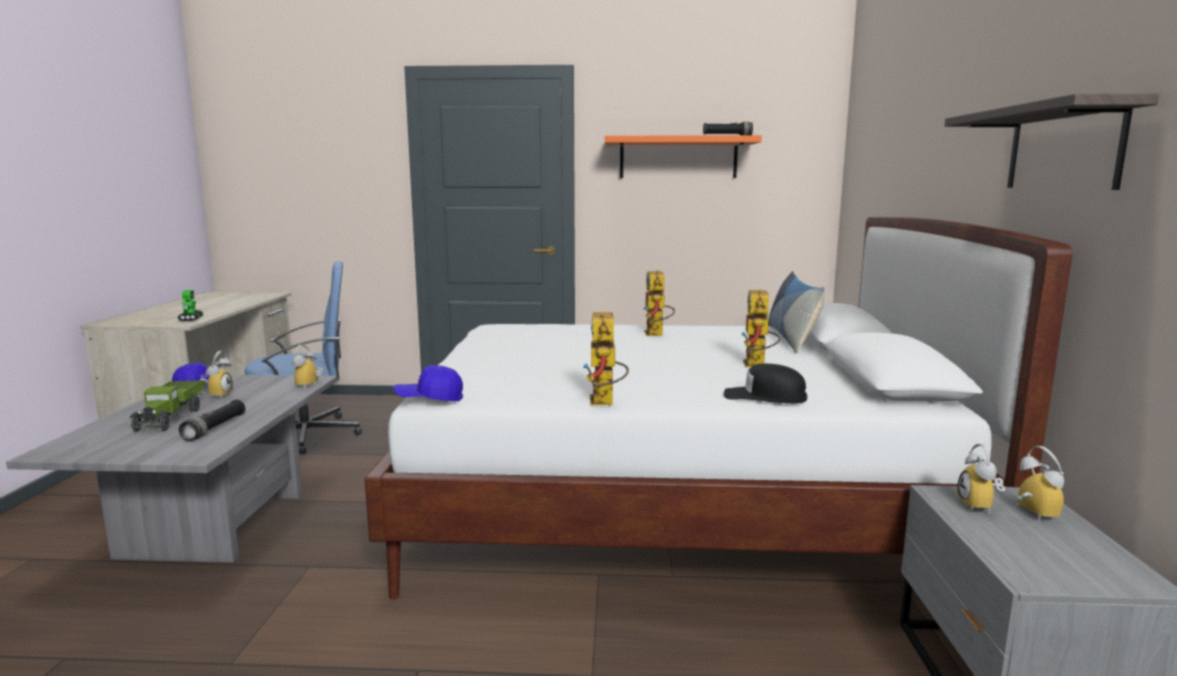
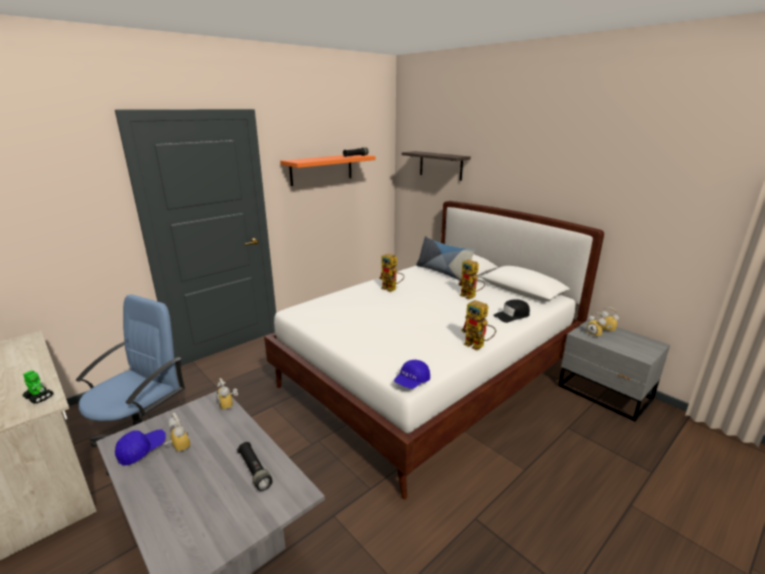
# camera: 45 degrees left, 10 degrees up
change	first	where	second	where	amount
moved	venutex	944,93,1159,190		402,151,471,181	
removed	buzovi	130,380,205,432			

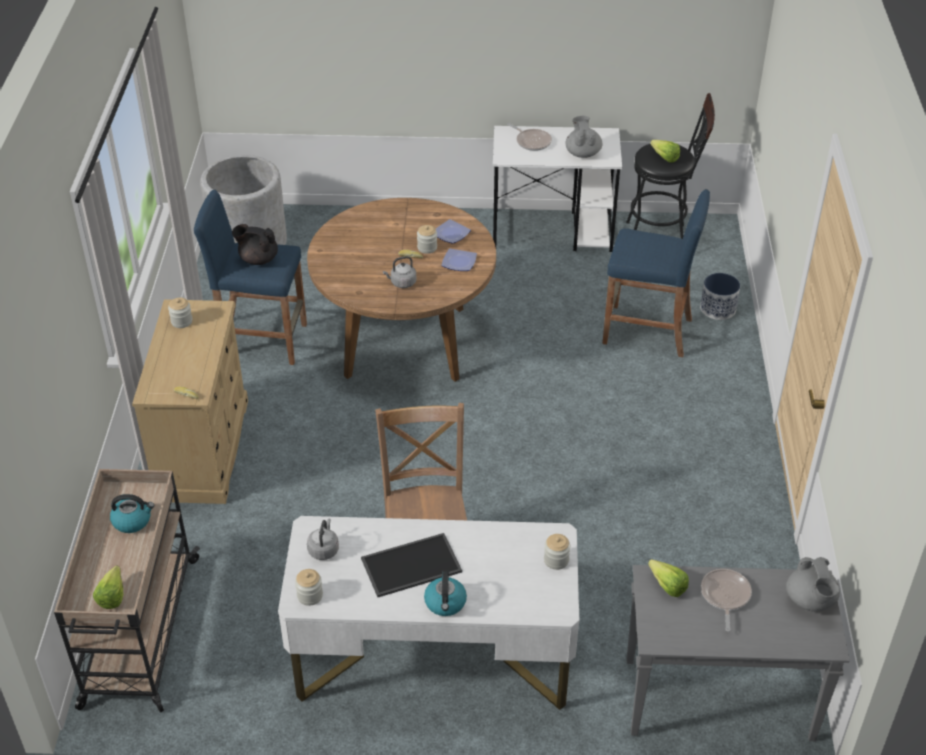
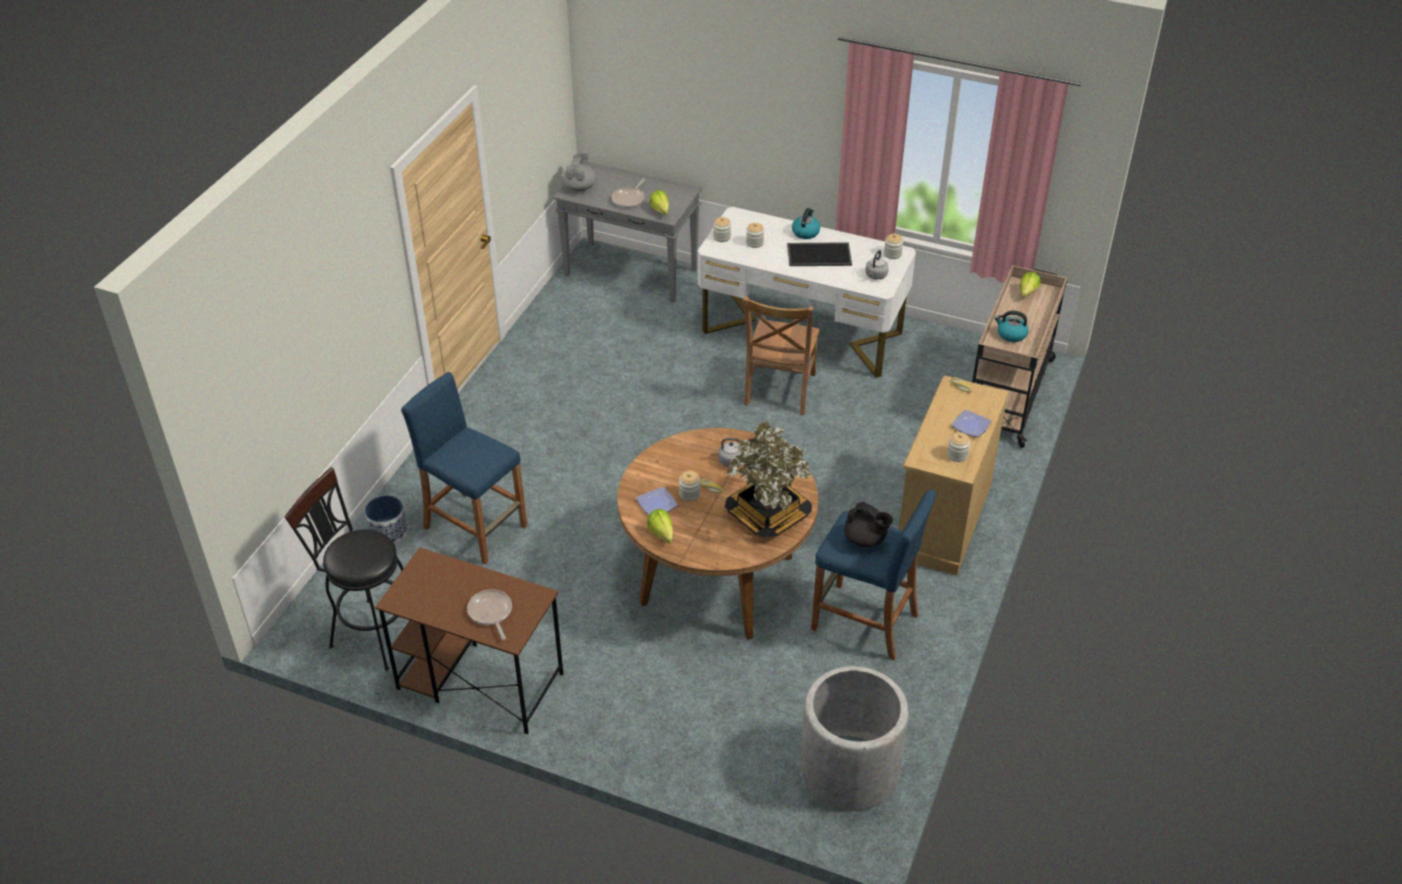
# camera: 160 degrees left, 0 degrees up
change	first	where	second	where	amount
removed	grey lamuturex	566,116,603,158			
recoloured	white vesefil	493,126,622,252	brown vesefil	375,547,564,734	
moved	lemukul	650,140,680,163		647,509,673,543	
moved	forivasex	441,248,477,271		952,409,991,437	
added			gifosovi	746,223,764,248	
added			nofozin	725,420,812,537	

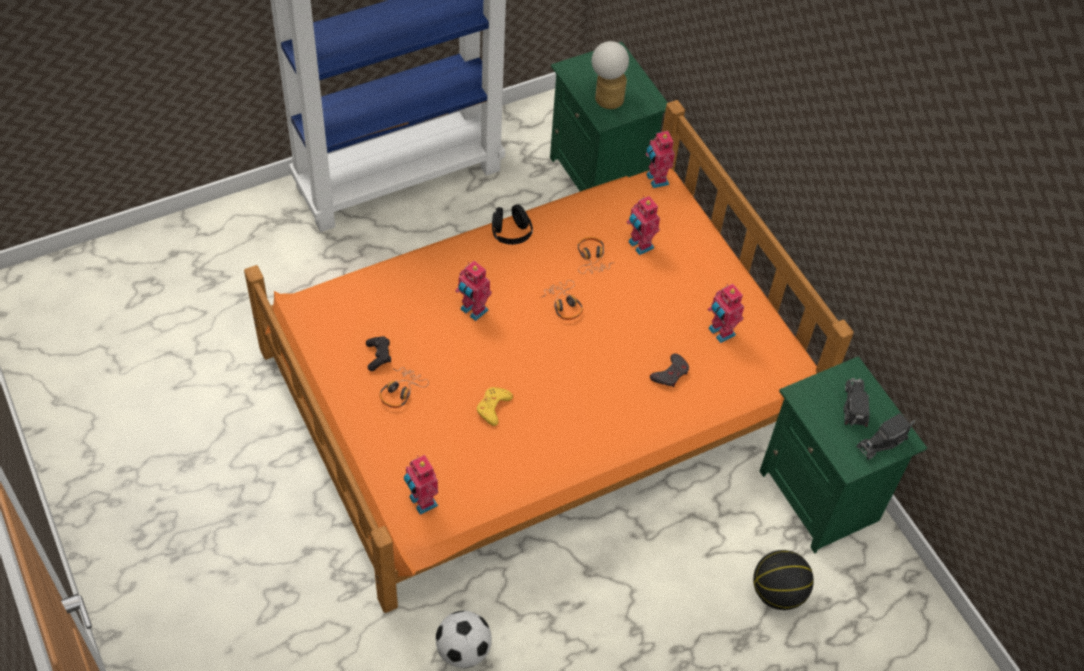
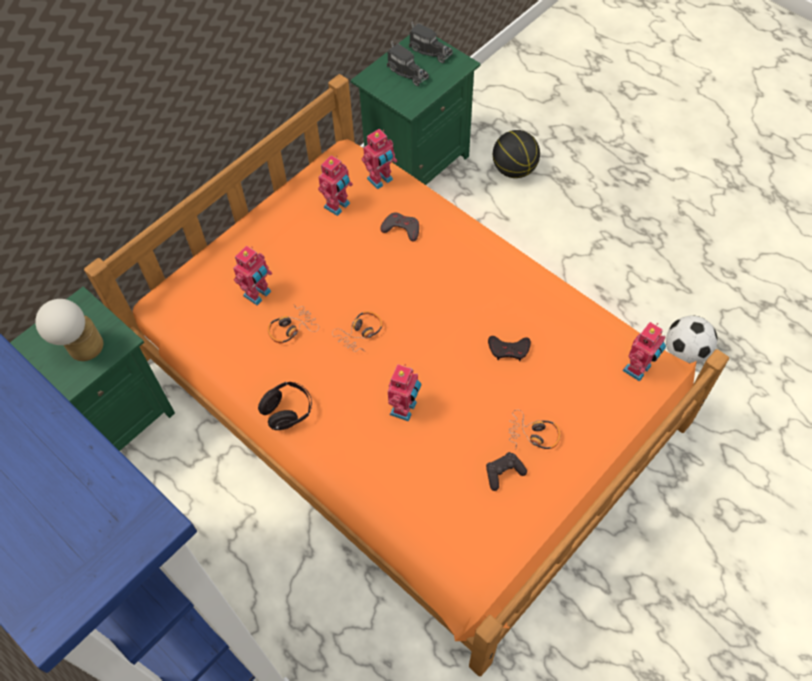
# camera: 105 degrees left, 5 degrees up
change	first	where	second	where	amount
moved	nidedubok	646,129,675,188		362,129,397,190	
turned	buzovi	844,378,870,427		387,41,429,86	120 degrees counterclockwise
recoloured	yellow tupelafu	477,387,513,426	black tupelafu	488,336,531,361	

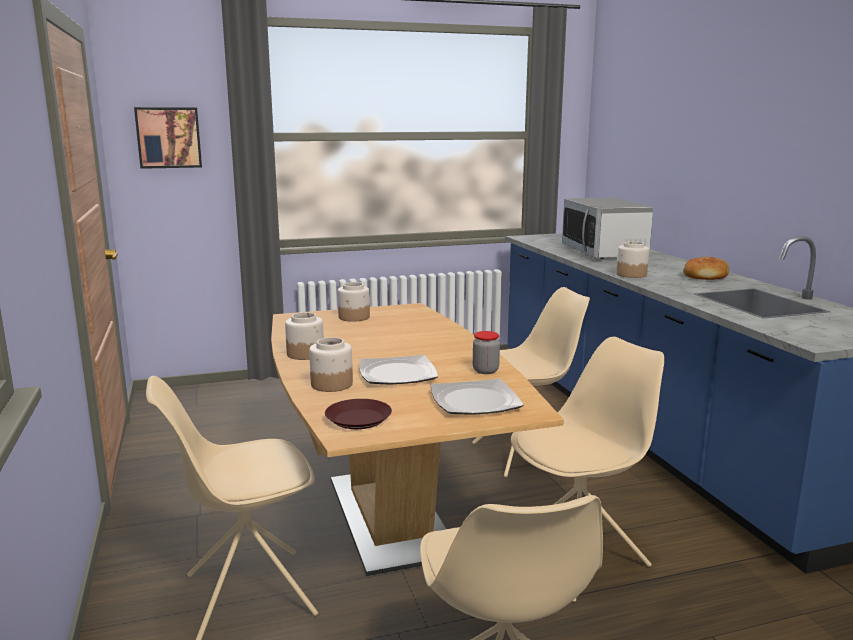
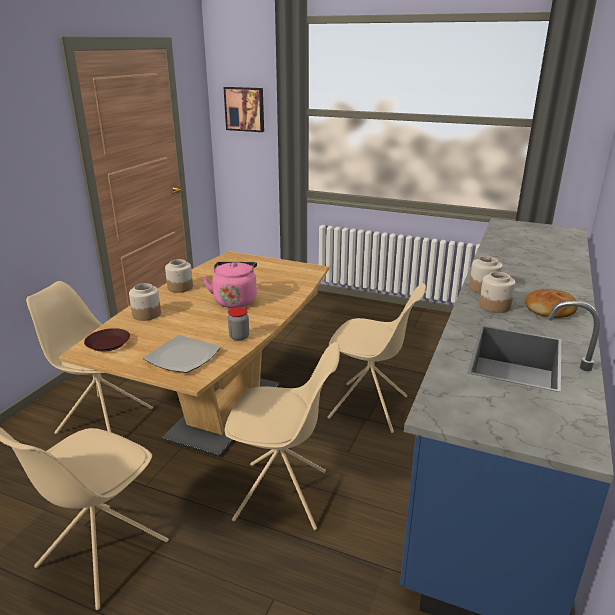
# camera: 40 degrees right, 10 degrees up
change	first	where	second	where	amount
removed	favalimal	562,198,653,259			
moved	gifosovi	338,282,370,322		479,272,515,313	
removed	forivasex	359,355,438,385			
added			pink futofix	203,262,257,308	

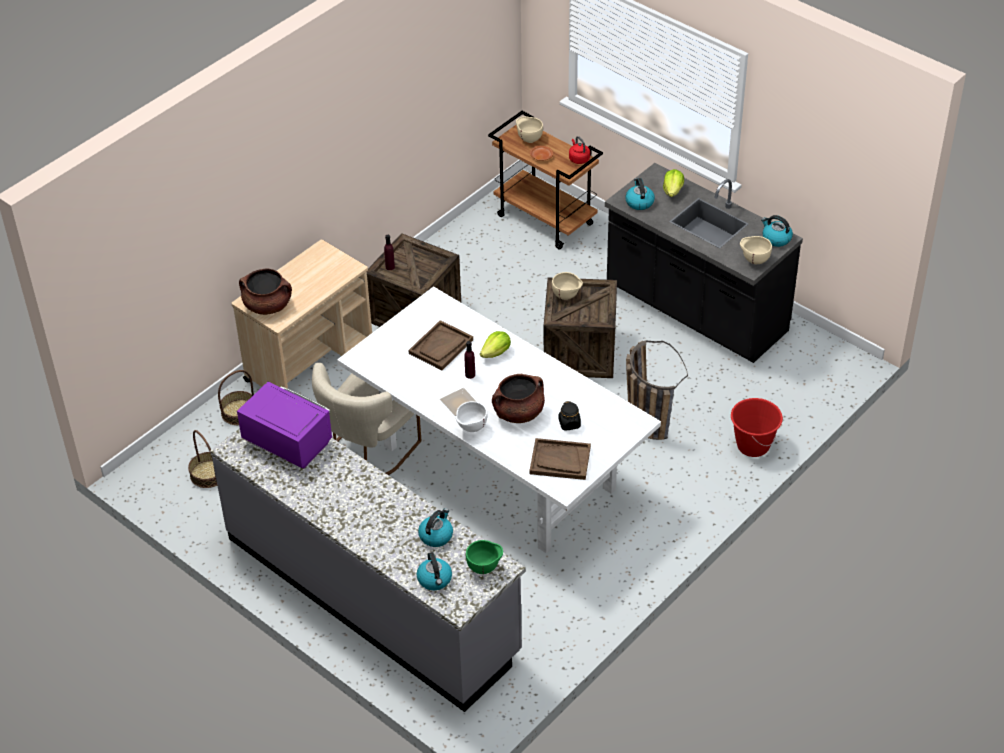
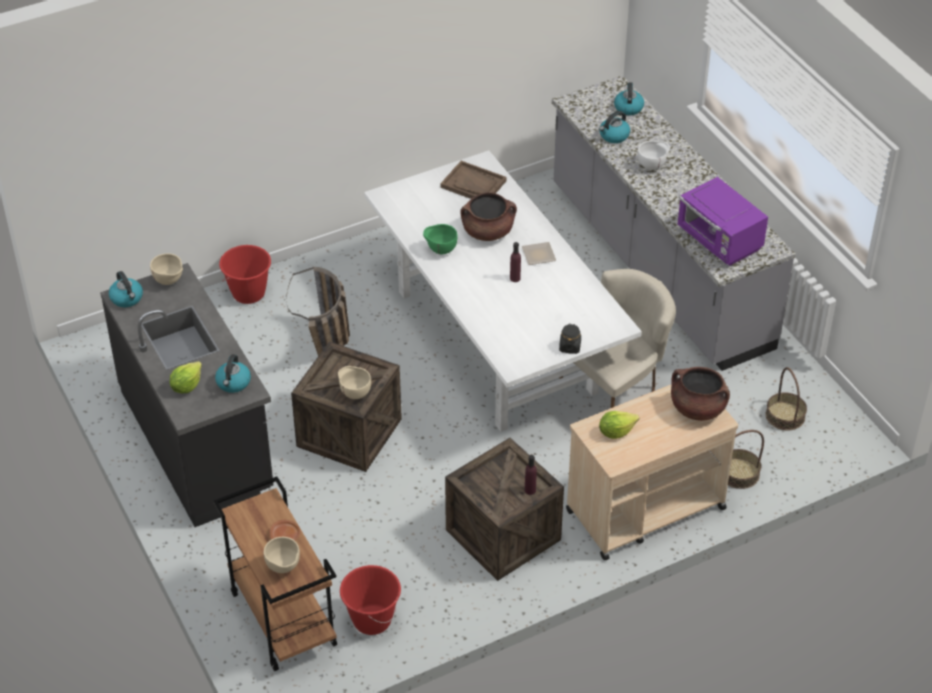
# camera: 160 degrees left, 0 degrees up
change	first	where	second	where	amount
removed	red futofix	569,136,590,164			
removed	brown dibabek	408,320,473,370			
moved	lemukul	480,331,511,358		599,411,639,439	
moved	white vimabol	456,401,487,432		638,141,670,170	
moved	black gifosovi	558,401,581,431		559,324,581,354	
moved	green vimabol	466,540,503,574		423,224,458,254	
added			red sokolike	340,565,401,635	

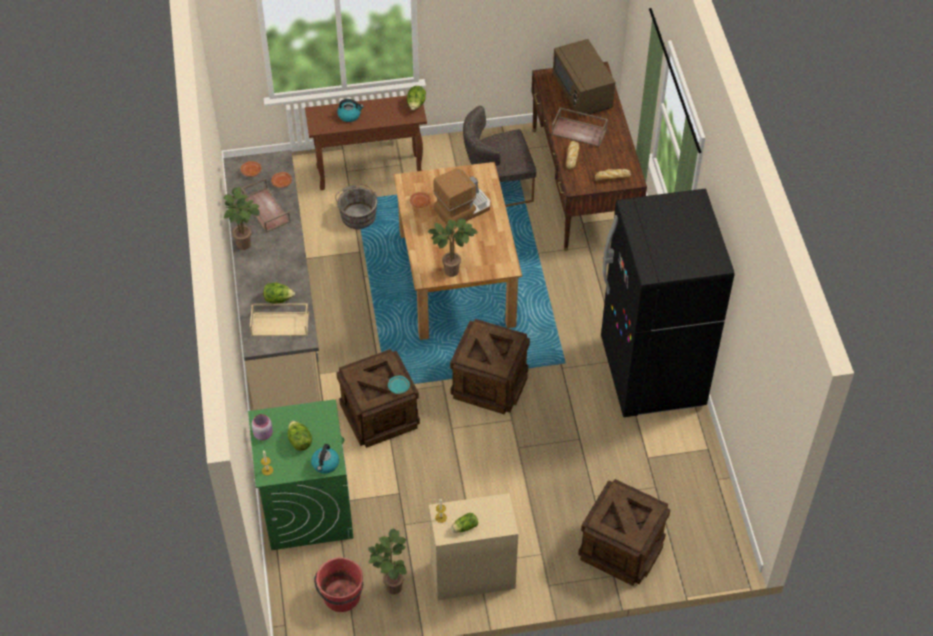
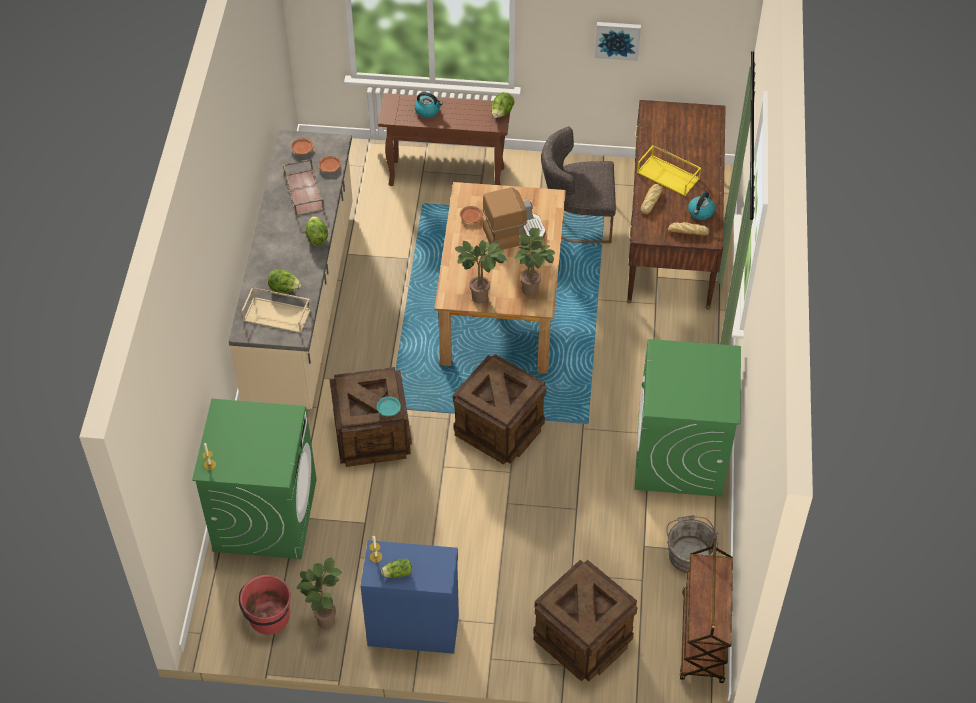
# camera: 15 degrees right, 0 degrees up
change	first	where	second	where	amount
removed	brown favalimal	553,39,616,116			
recoloured	brown dibabek	551,107,608,147	yellow dibabek	637,145,701,196	
moved	grey sokolike	335,184,378,229		666,515,719,573	
moved	nofozin	224,187,260,250		514,228,556,296	
replaced	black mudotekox	601,188,734,417	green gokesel	635,339,741,497	
removed	pink gifosovi	252,414,273,441			
moved	lemukul	288,421,312,451		305,216,328,245	
moved	futofix	311,444,339,474		688,191,715,220	
recoloured	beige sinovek	429,493,518,600	blue sinovek	360,540,459,654	
added			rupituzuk	595,22,641,61	
added			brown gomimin	680,539,733,683	

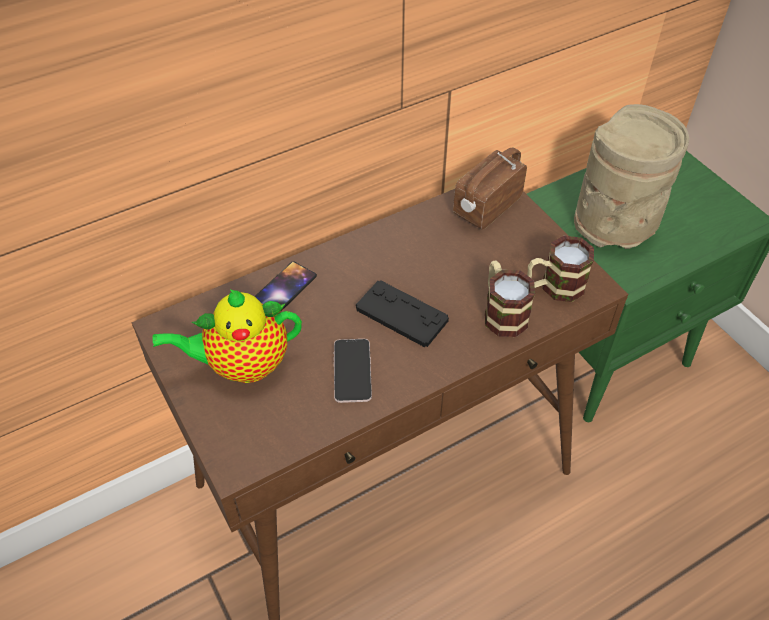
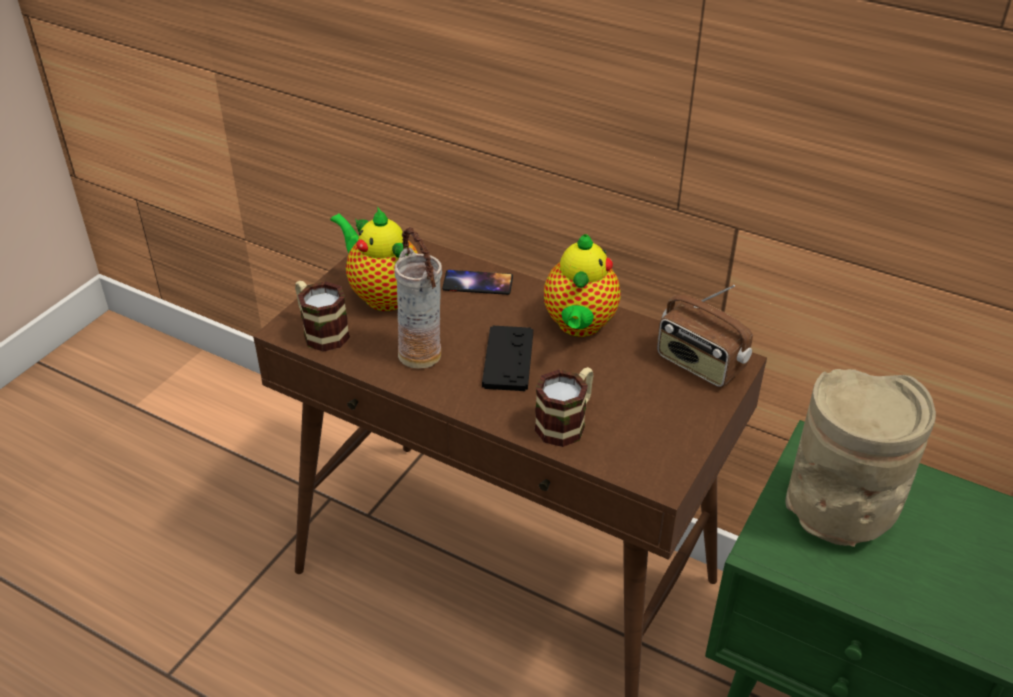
# camera: 60 degrees right, 10 degrees down
change	first	where	second	where	amount
turned	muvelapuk	453,148,527,230		657,285,753,387	150 degrees counterclockwise
moved	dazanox	527,236,594,302		295,281,350,352	
replaced	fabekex	334,339,372,403	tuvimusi	394,227,442,368	
added			lamuturex	544,234,621,337	

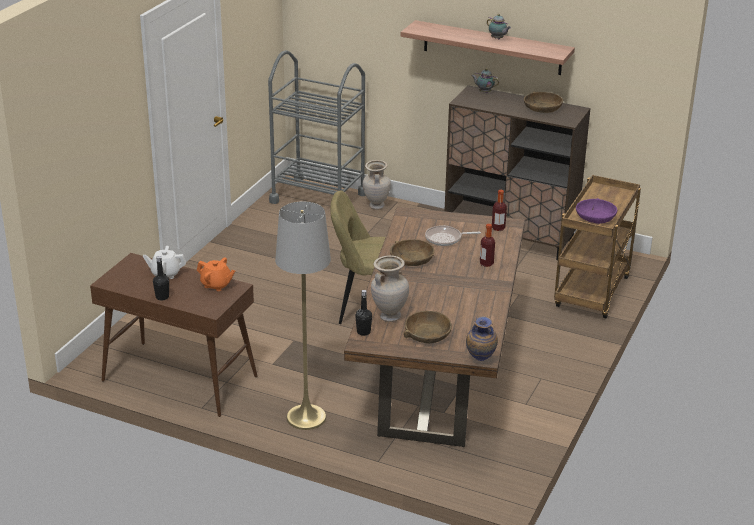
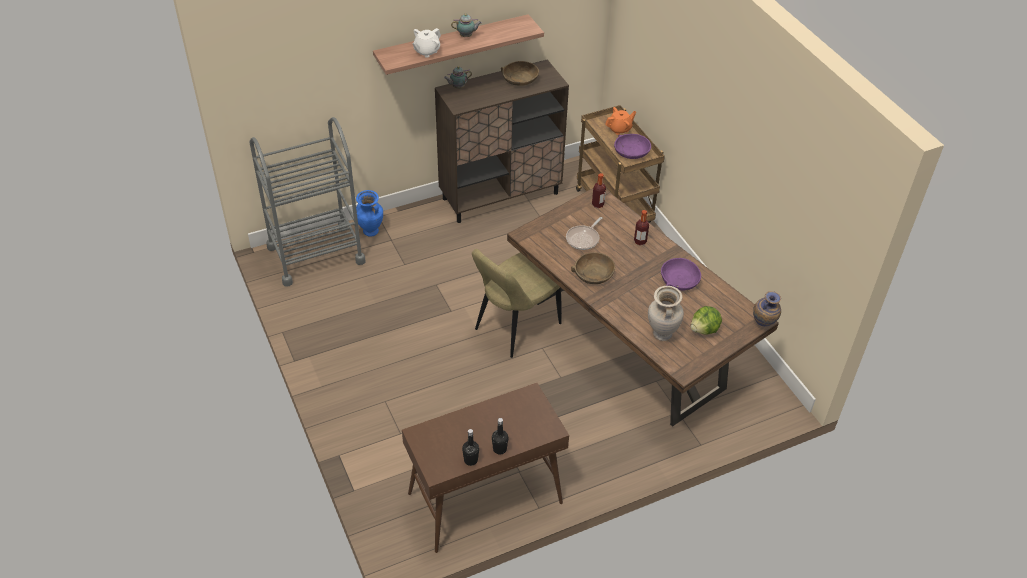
# camera: 50 degrees left, 15 degrees up
change	first	where	second	where	amount
recoloured	beige tuvimusi	363,160,391,210	blue tuvimusi	356,190,383,237	
removed	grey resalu	275,201,331,430			
moved	white lamuturex	143,246,186,279		412,28,441,58	
moved	orange lamuturex	197,257,235,291		605,107,636,135	
moved	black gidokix	355,290,372,336		462,429,479,466	
replaced	brown vimabol	404,311,452,343	lemukul	691,306,722,335	
added			purple vimabol	661,258,701,290	

